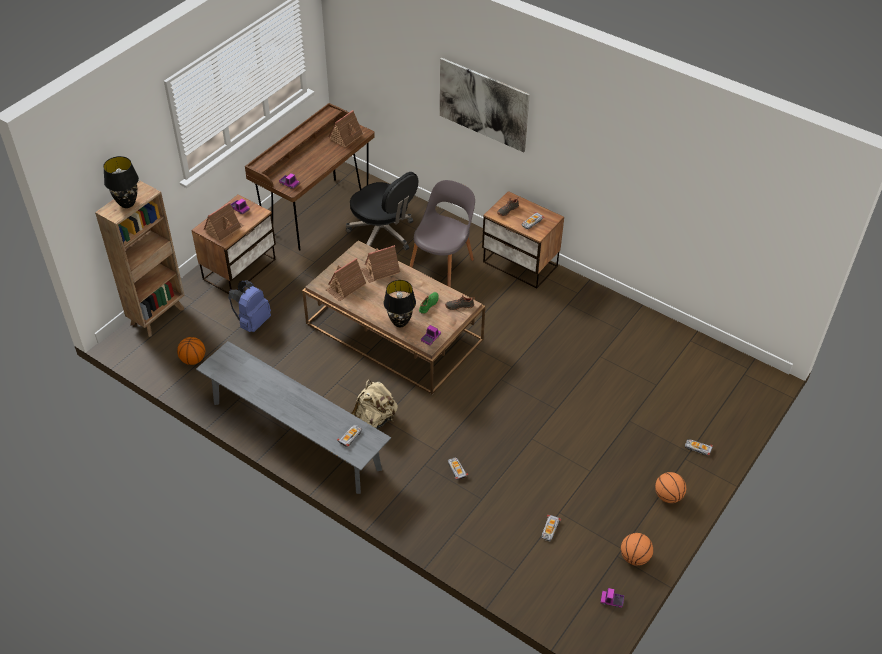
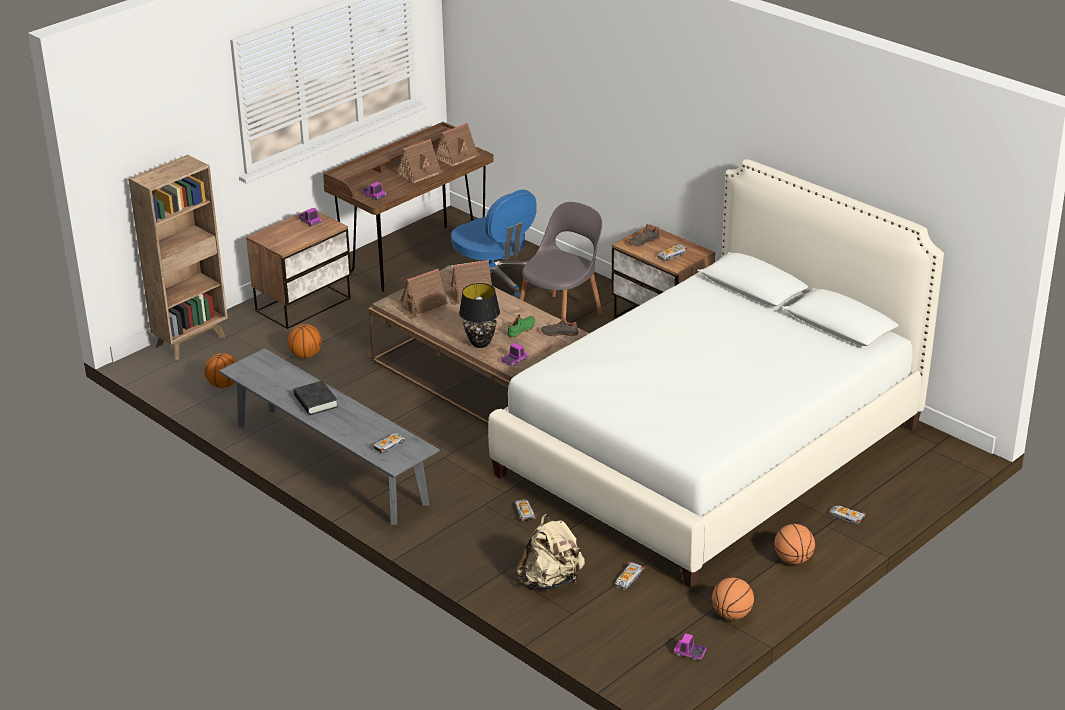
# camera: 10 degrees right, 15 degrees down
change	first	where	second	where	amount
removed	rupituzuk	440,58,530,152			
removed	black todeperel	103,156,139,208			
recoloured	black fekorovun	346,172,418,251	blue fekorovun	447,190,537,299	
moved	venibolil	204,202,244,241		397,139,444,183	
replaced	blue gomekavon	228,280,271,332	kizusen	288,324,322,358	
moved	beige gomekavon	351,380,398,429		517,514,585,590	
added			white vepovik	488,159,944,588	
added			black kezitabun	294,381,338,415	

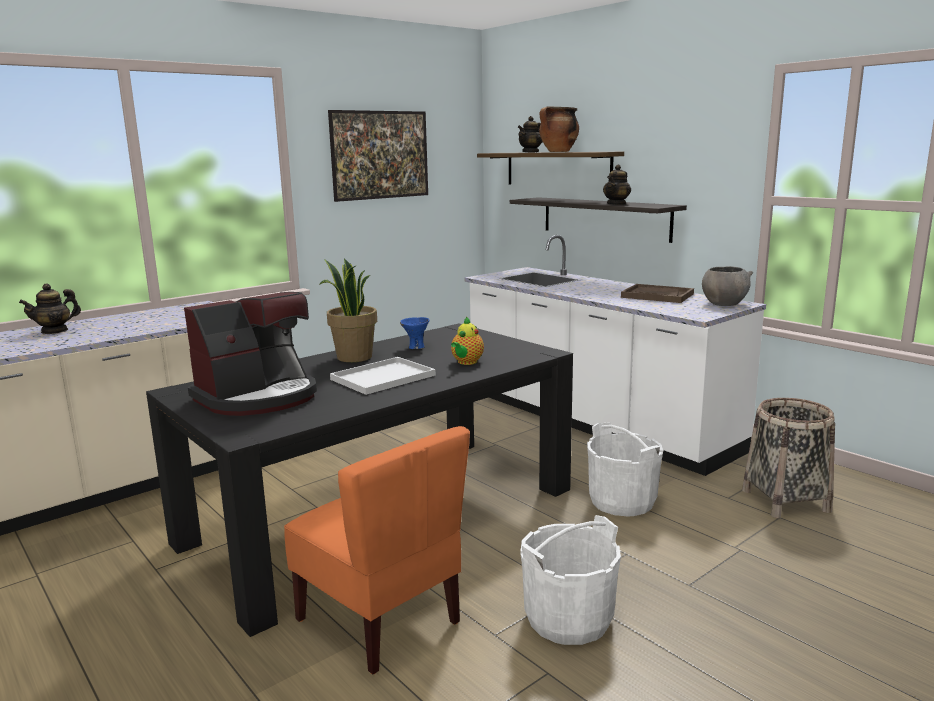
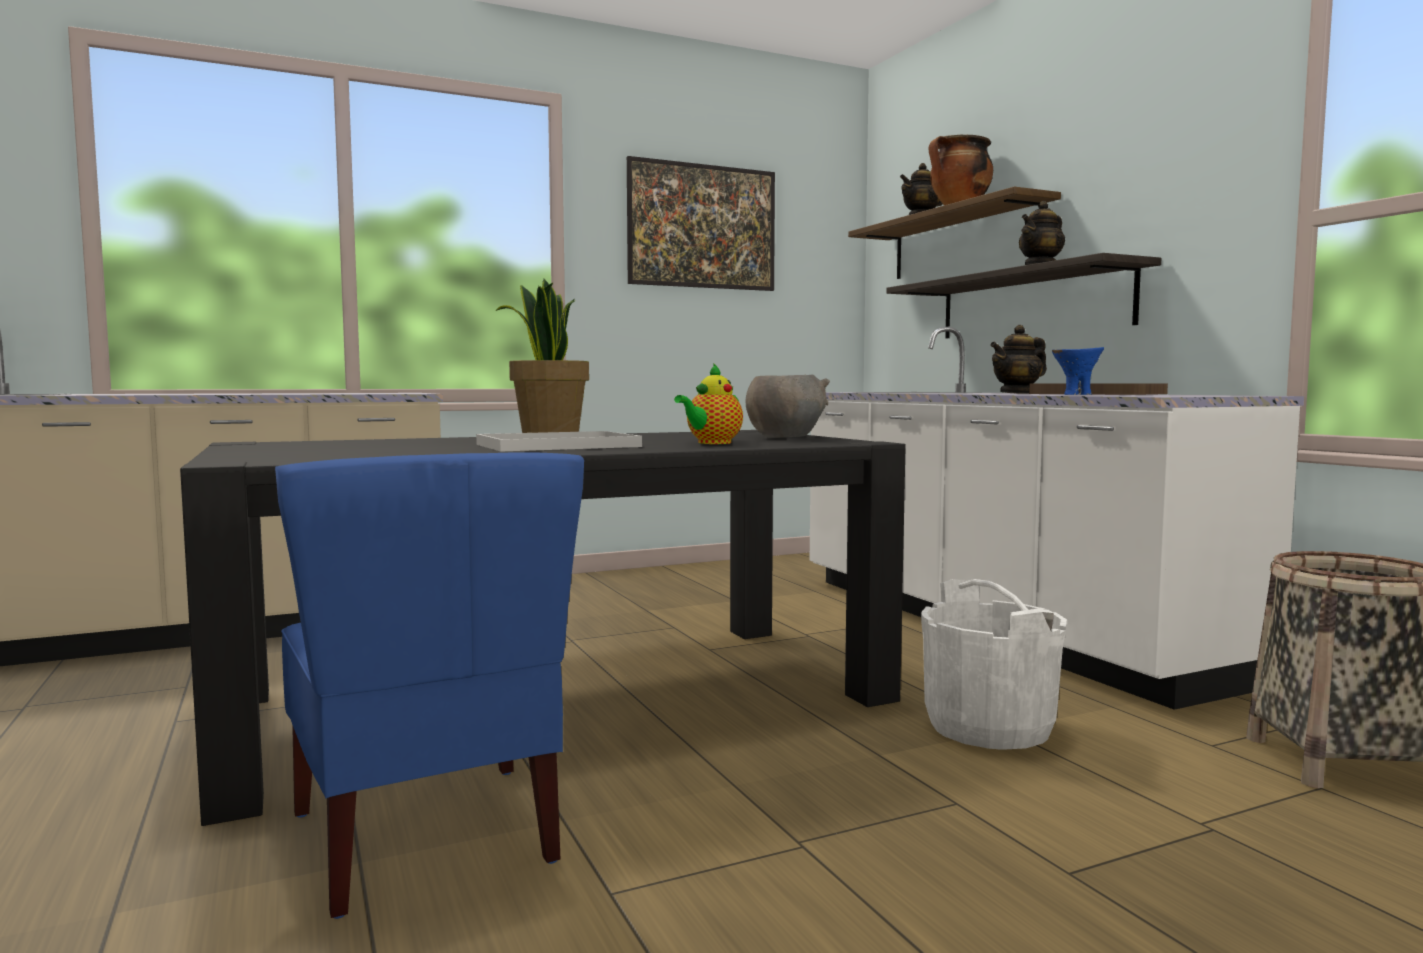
# camera: 15 degrees right, 10 degrees down
change	first	where	second	where	amount
moved	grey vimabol	702,266,753,306		746,374,830,438	
moved	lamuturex	19,283,81,334		990,325,1047,394	
removed	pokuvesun	184,292,317,416			
moved	blue vimabol	400,317,429,349		1052,347,1104,395	
recoloured	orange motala	284,426,470,675	blue motala	275,452,584,919	
removed	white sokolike	520,515,621,645			

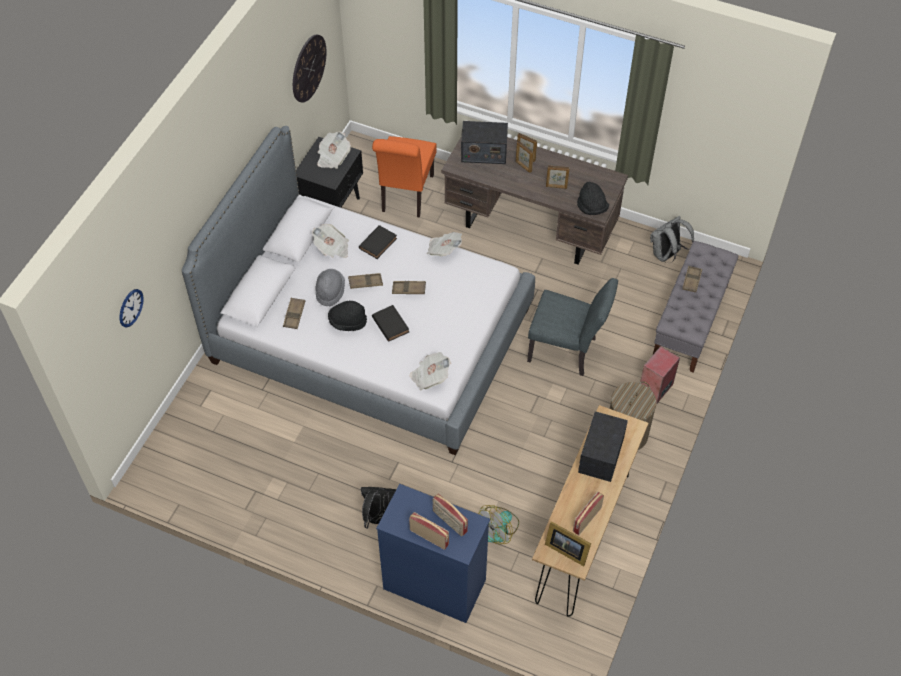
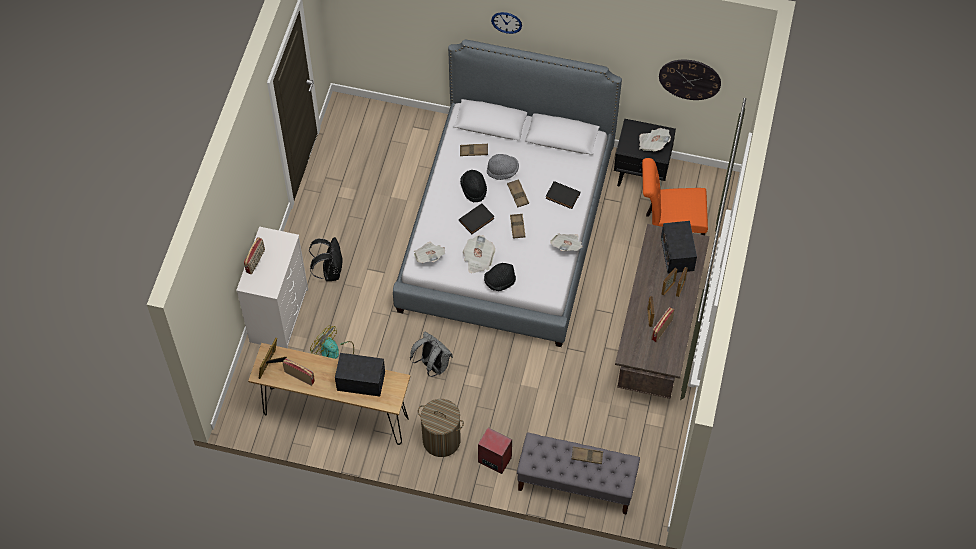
# camera: 80 degrees right, 5 degrees up
change	first	where	second	where	amount
moved	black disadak	577,182,609,215		484,263,516,291	
moved	grey gomekavon	650,216,694,262		410,331,453,377	
moved	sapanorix	312,224,349,258		463,235,495,273	
removed	grey motala	527,278,618,376			
moved	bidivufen	119,289,144,328		491,12,522,34	
recoloured	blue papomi	376,484,490,623	white papomi	236,226,308,348	
moved	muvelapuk	433,494,468,536		651,307,675,342	

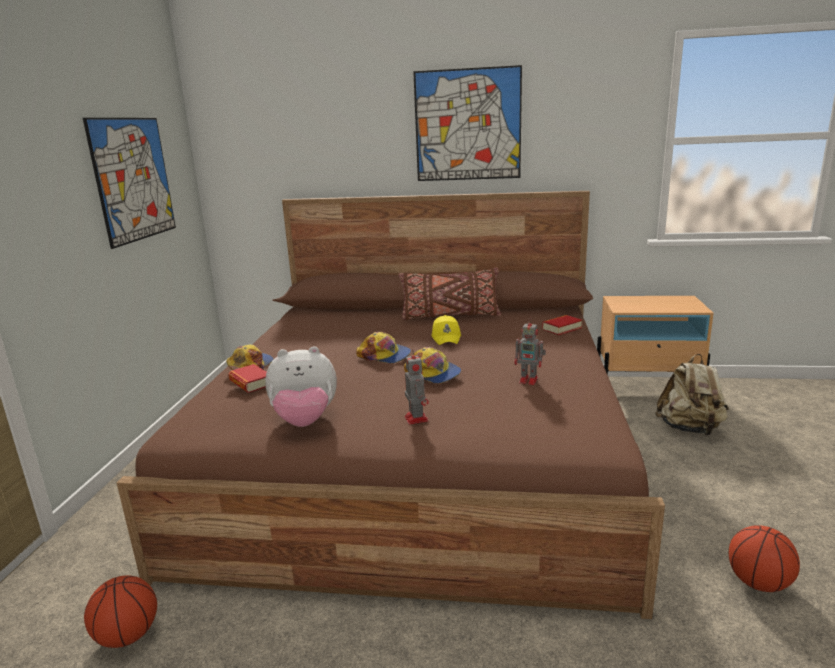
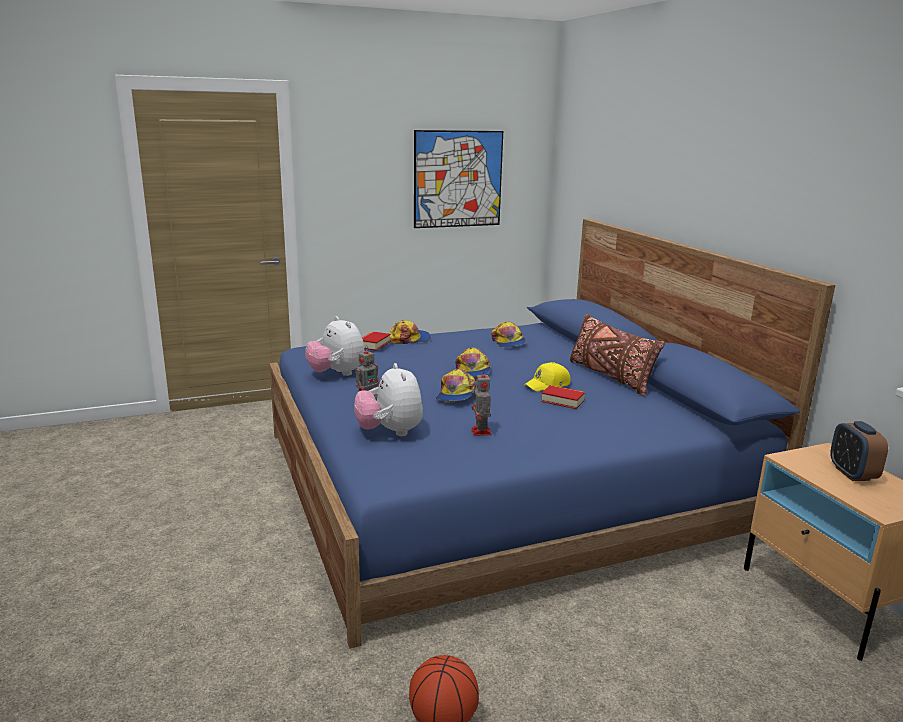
# camera: 60 degrees right, 0 degrees up
change	first	where	second	where	amount
removed	rupituzuk	413,65,522,181			
recoloured	brown vepovik	117,191,665,619	blue vepovik	269,219,835,649	
moved	kezitabun	542,315,582,335		541,385,585,409	
removed	beige gomekavon	655,354,729,436			
removed	kizusen	84,576,157,648			
added			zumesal	491,322,526,347	
added			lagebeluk	354,363,423,436	
added			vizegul	830,421,888,481	

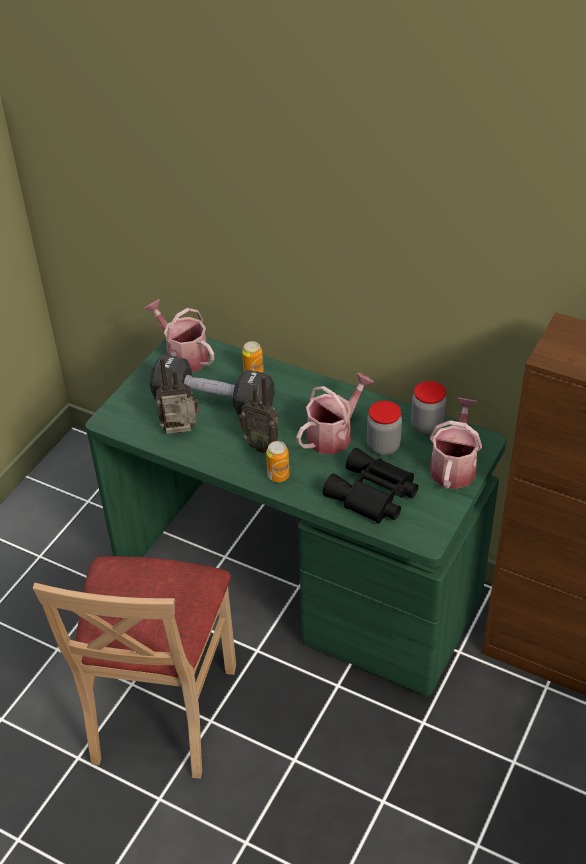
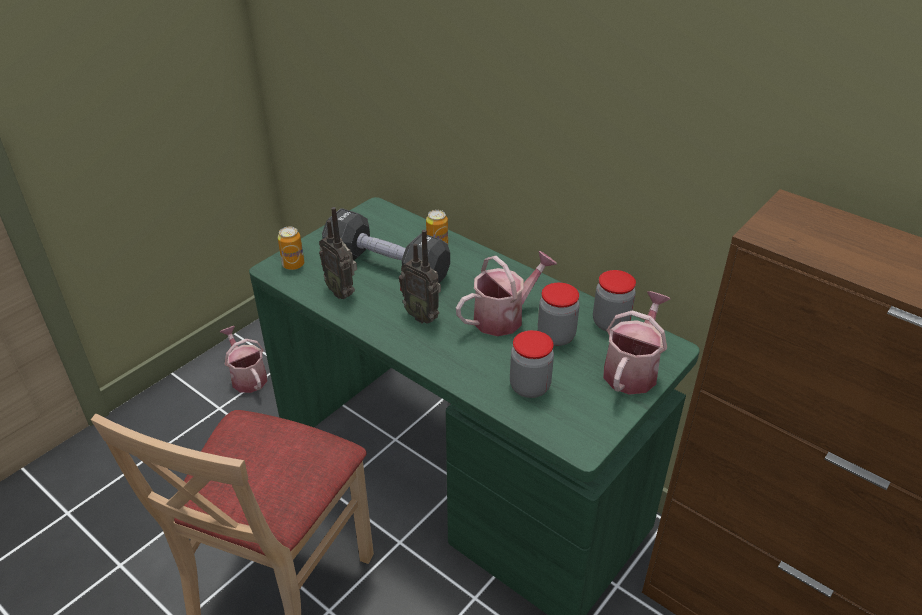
# camera: 10 degrees right, 5 degrees down
change	first	where	second	where	amount
moved	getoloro	144,299,214,372		220,326,267,393	
turned	muvelapuk	156,357,199,434		319,207,357,299	135 degrees counterclockwise
moved	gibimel	266,441,290,482		278,227,304,270	
replaced	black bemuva	323,448,418,524	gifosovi	510,330,554,398	

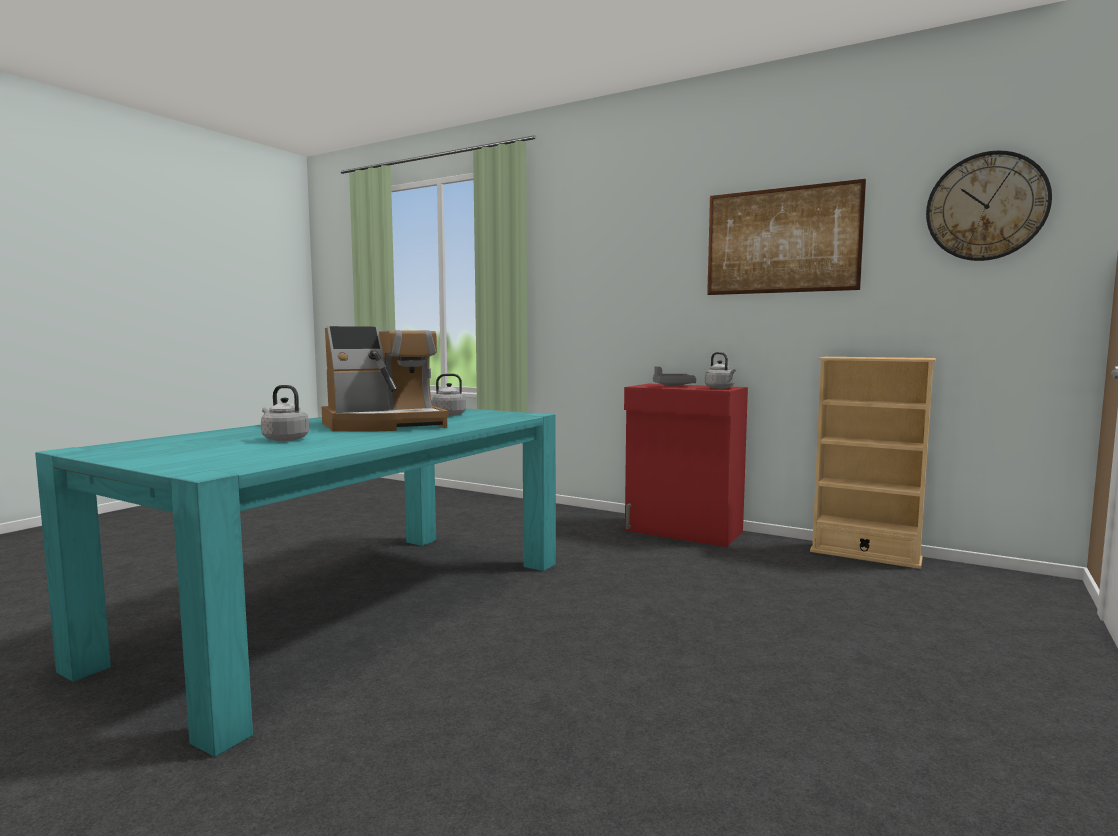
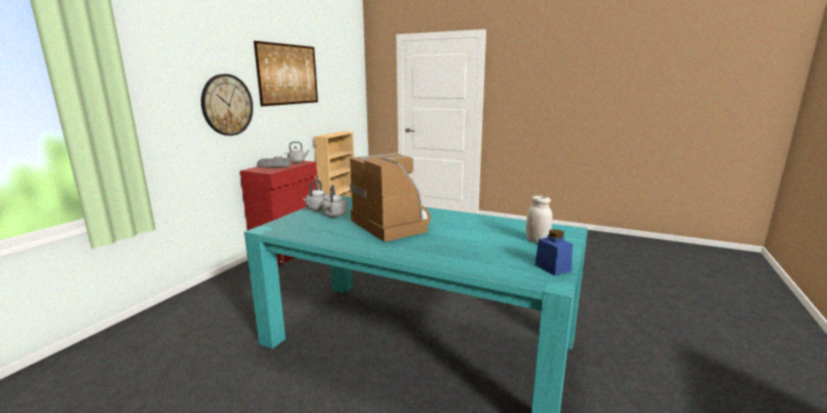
# camera: 95 degrees left, 10 degrees up
change	first	where	second	where	amount
moved	bidivufen	926,150,1052,261		201,74,253,136	
moved	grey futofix	261,385,309,441		303,180,329,211	
added			white gifosovi	526,196,552,244	
added			blue gifosovi	535,229,573,276	

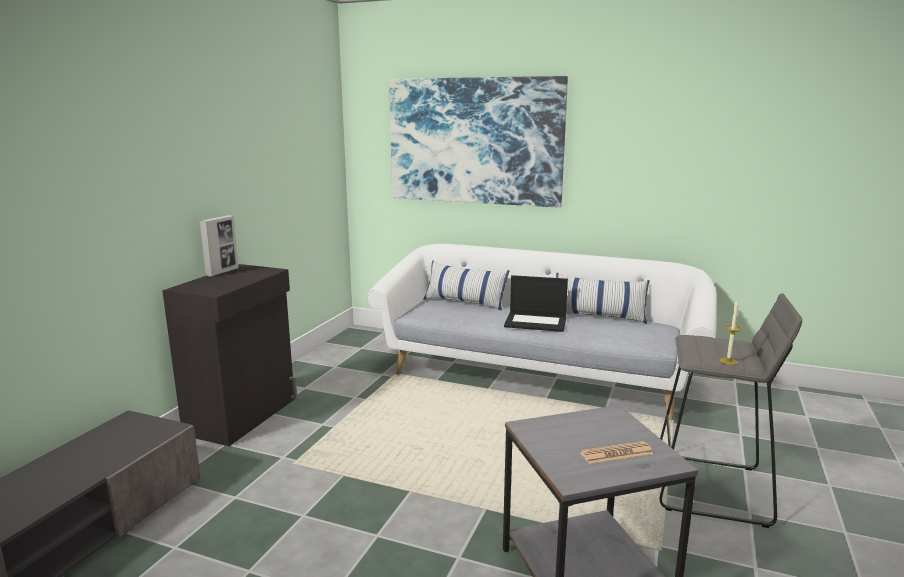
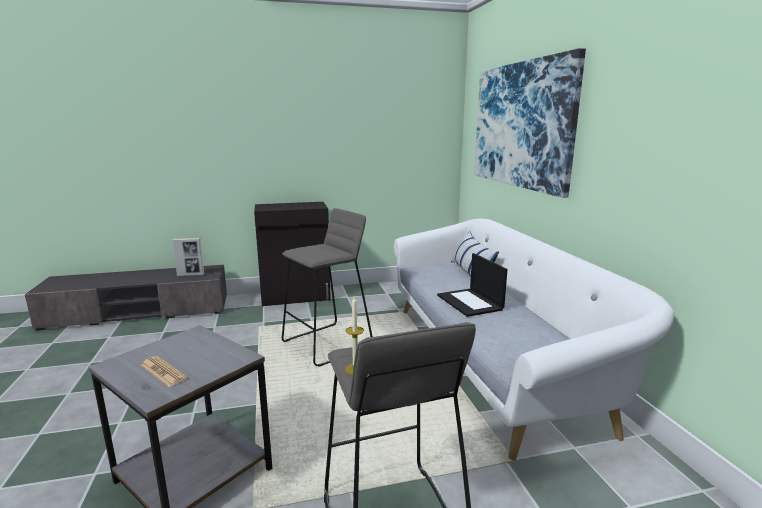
# camera: 55 degrees right, 0 degrees up
change	first	where	second	where	amount
moved	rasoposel	199,215,239,277		172,238,204,276	
removed	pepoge	556,273,650,324			
added			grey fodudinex	282,208,373,367	

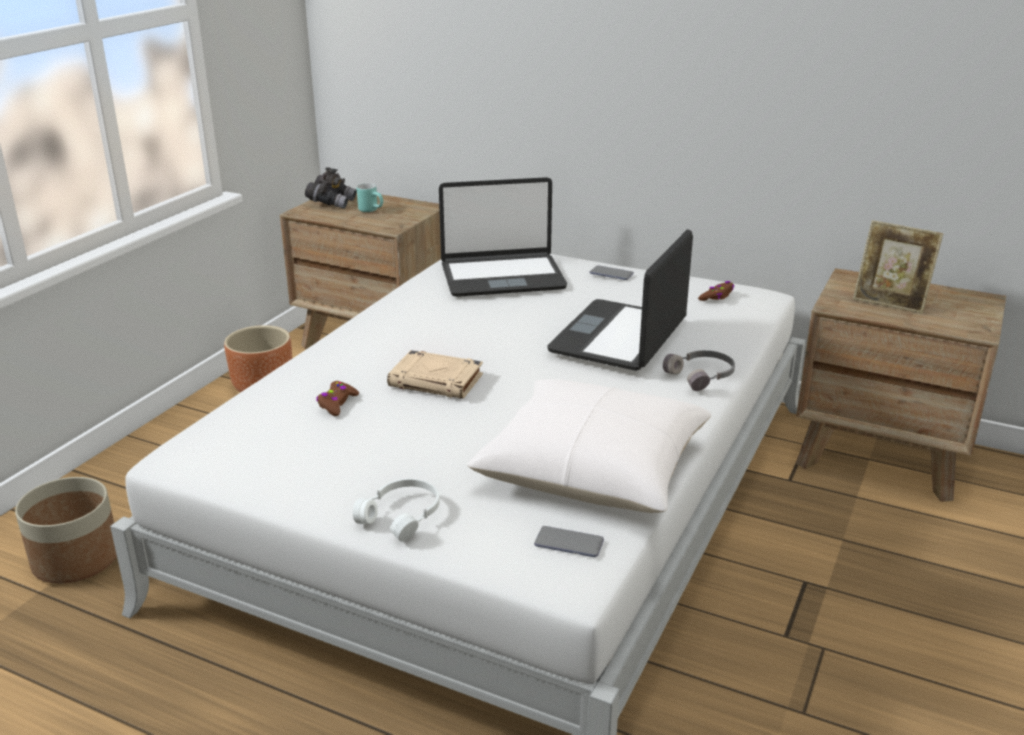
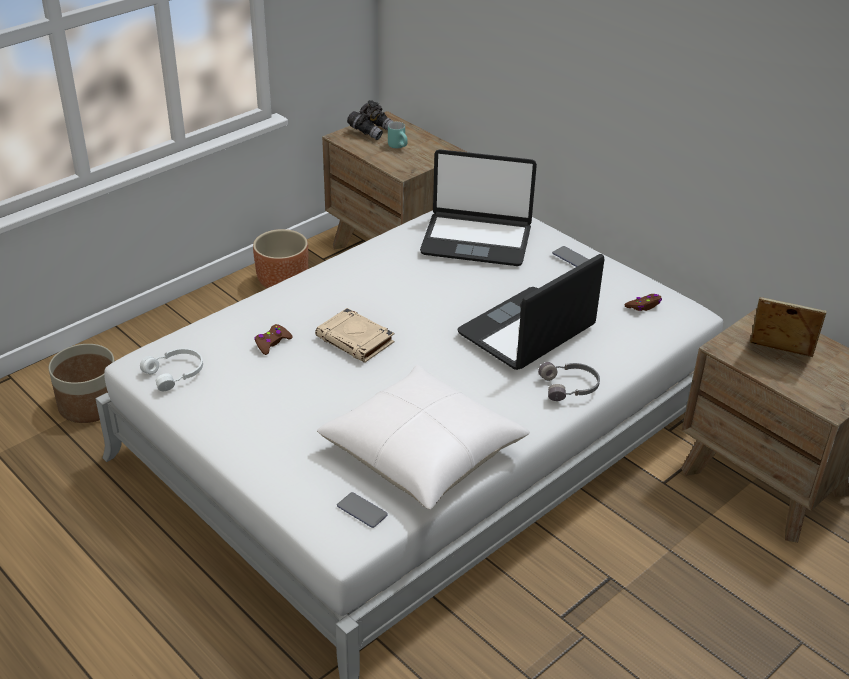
# camera: 20 degrees right, 10 degrees up
change	first	where	second	where	amount
turned	rasoposel	853,220,943,314		750,297,827,357	150 degrees clockwise
moved	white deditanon	353,479,440,541		140,348,203,391	

